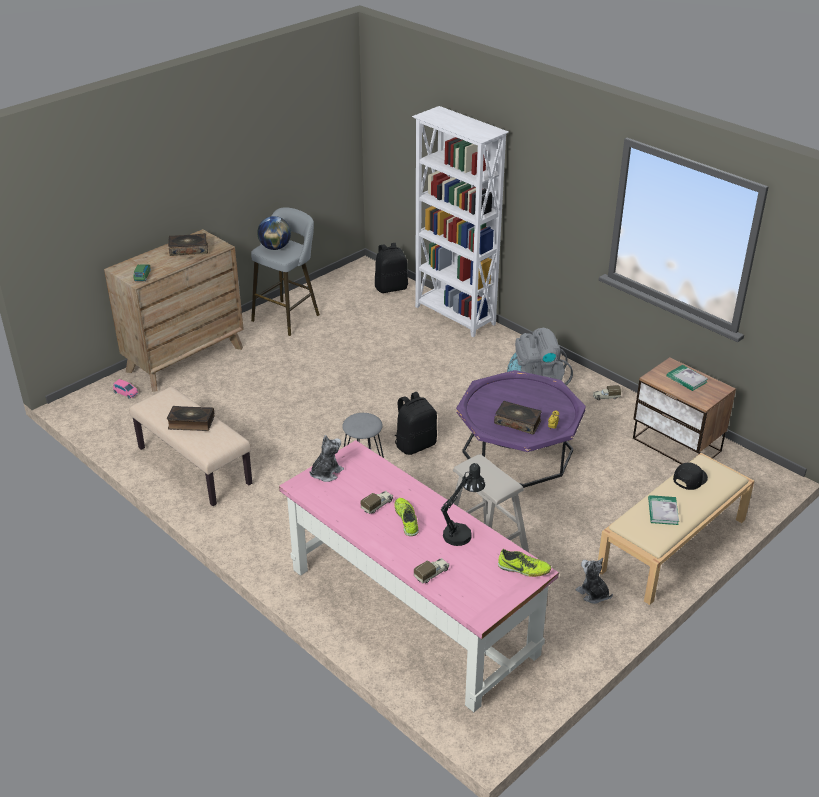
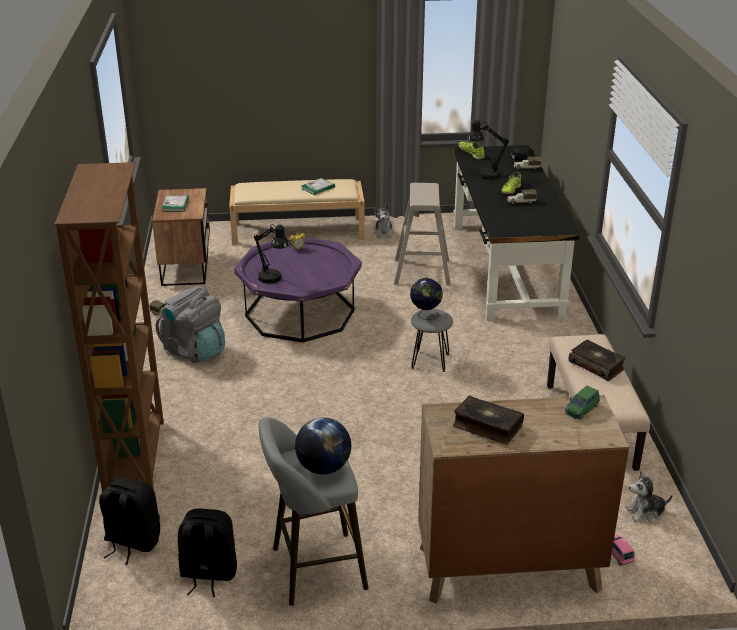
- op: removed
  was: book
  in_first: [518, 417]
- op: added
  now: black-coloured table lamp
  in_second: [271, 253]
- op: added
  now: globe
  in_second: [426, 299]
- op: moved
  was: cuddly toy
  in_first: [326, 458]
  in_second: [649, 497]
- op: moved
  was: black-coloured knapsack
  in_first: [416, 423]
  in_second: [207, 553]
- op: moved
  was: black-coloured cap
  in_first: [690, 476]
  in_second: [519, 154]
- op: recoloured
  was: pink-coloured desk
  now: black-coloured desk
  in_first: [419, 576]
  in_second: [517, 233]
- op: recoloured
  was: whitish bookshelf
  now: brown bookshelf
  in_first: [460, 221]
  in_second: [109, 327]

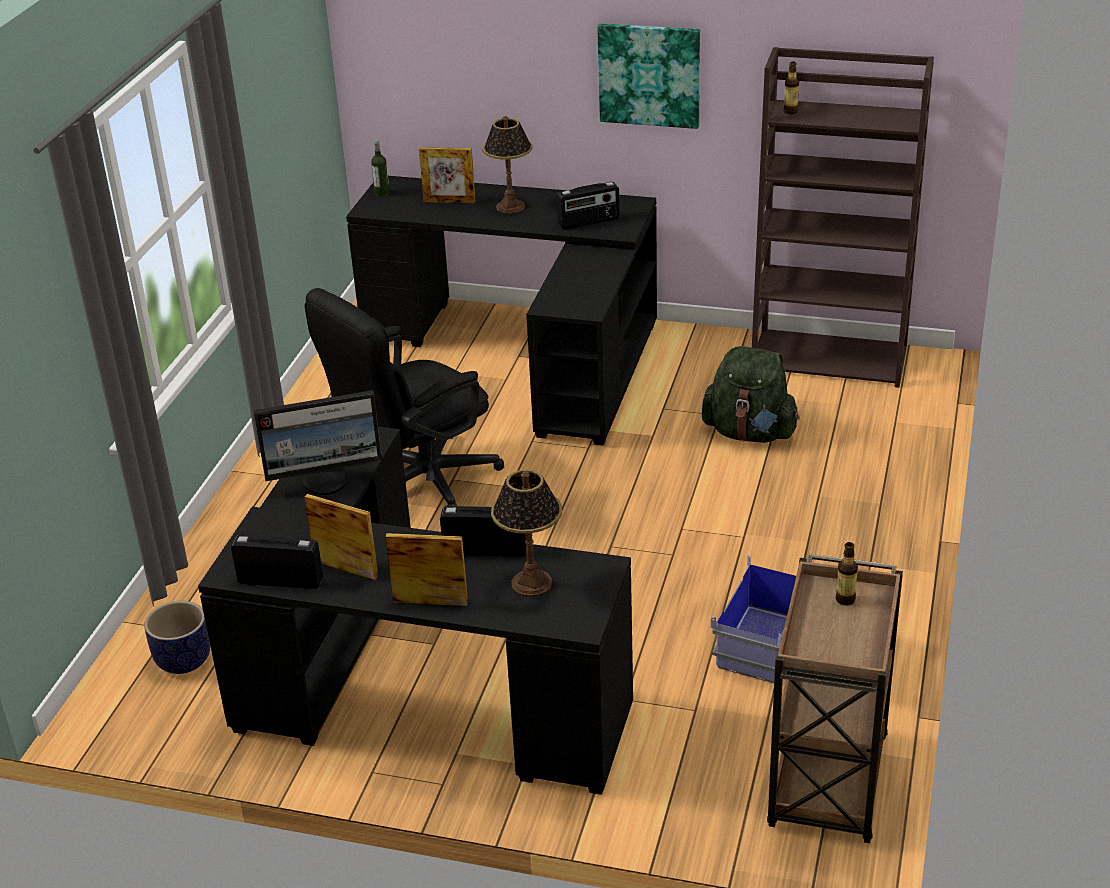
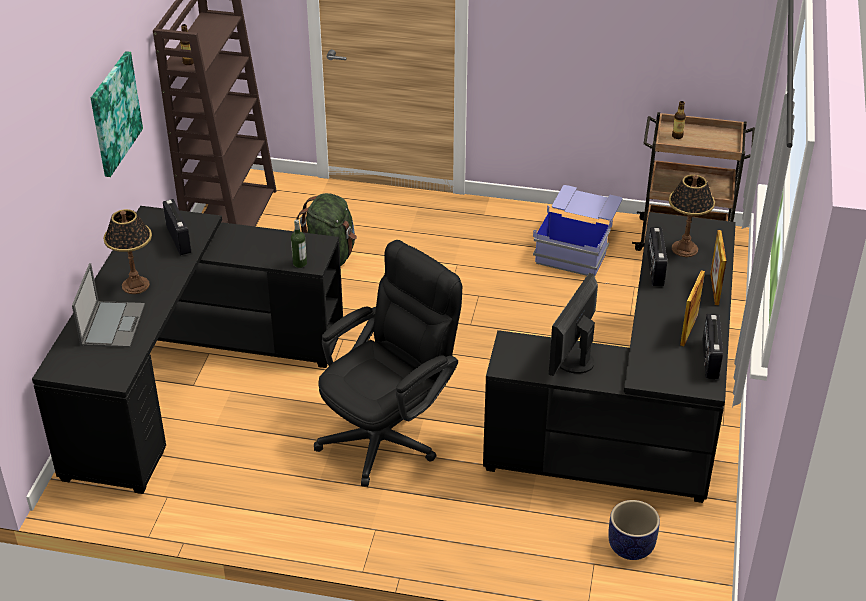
- op: moved
  was: bottle
  in_first: [380, 168]
  in_second: [299, 243]
- op: replaced
  was: standing frame
  now: portable computer
  in_first: [447, 175]
  in_second: [108, 305]
- op: turned
  was: computer screen
  in_first: [317, 442]
  in_second: [573, 324]
  clockwise: -135
- op: turned
  was: black-coloured computer chair
  in_first: [404, 397]
  in_second: [388, 363]
  clockwise: -90

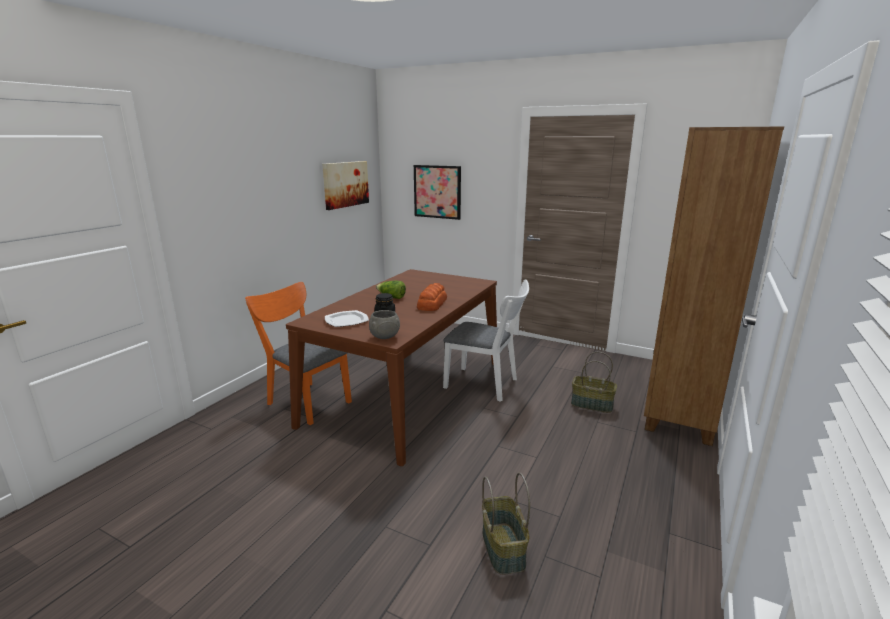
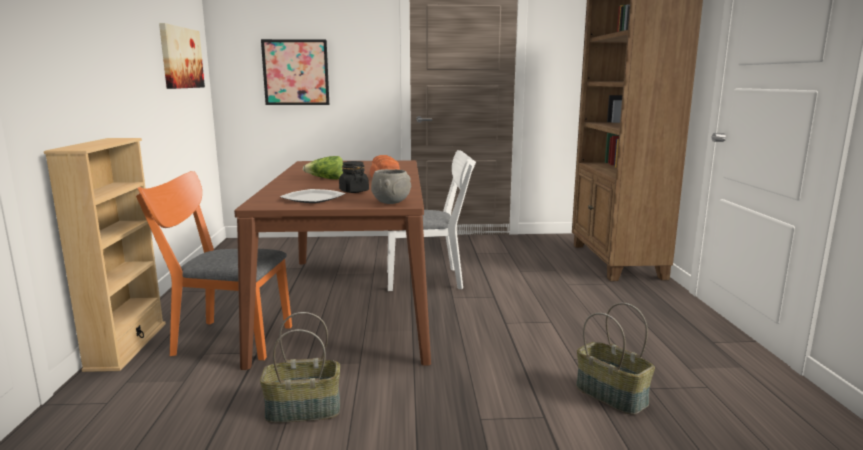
- op: added
  now: beige-coloured bookshelf
  in_second: [105, 255]
- op: moved
  was: storage basket
  in_first: [594, 382]
  in_second: [300, 367]

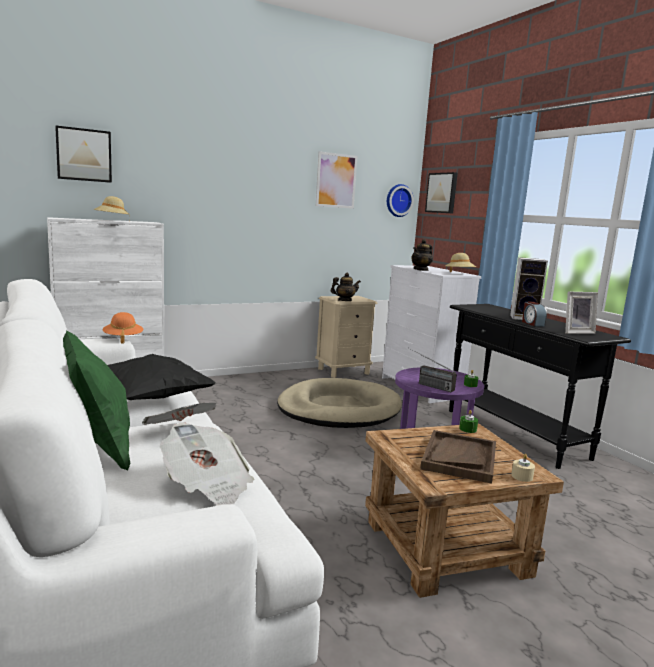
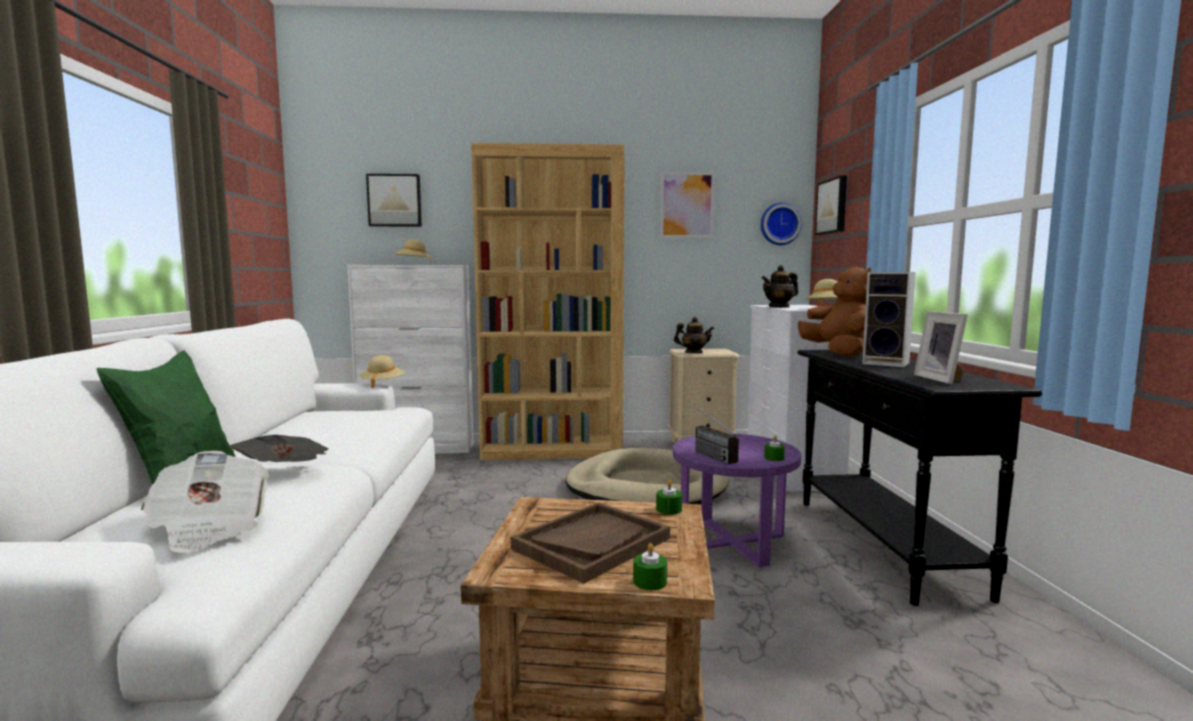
- op: removed
  was: black-coloured throw pillow
  in_first: [161, 377]
- op: removed
  was: alarm clock
  in_first: [534, 314]
- op: added
  now: brown bookshelf
  in_second: [548, 301]
- op: added
  now: brown cuddly toy
  in_second: [834, 311]
- op: recoloured
  was: orange-coloured wearable hat
  now: beige-coloured wearable hat
  in_first: [123, 328]
  in_second: [382, 371]
- op: recoloured
  was: beige-coloured wax candle
  now: green-coloured wax candle
  in_first: [523, 468]
  in_second: [650, 566]
- op: turned
  was: standing frame
  in_first: [581, 312]
  in_second: [941, 347]
  clockwise: 75

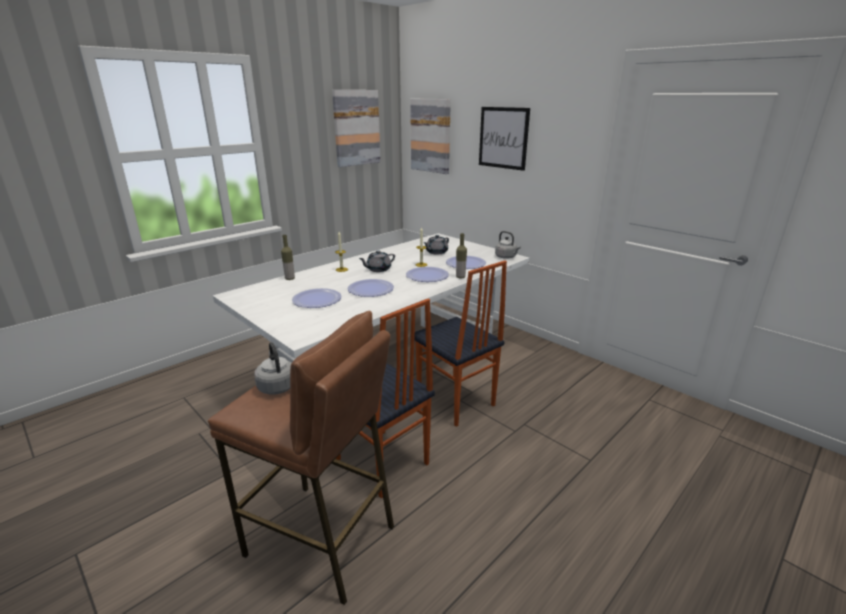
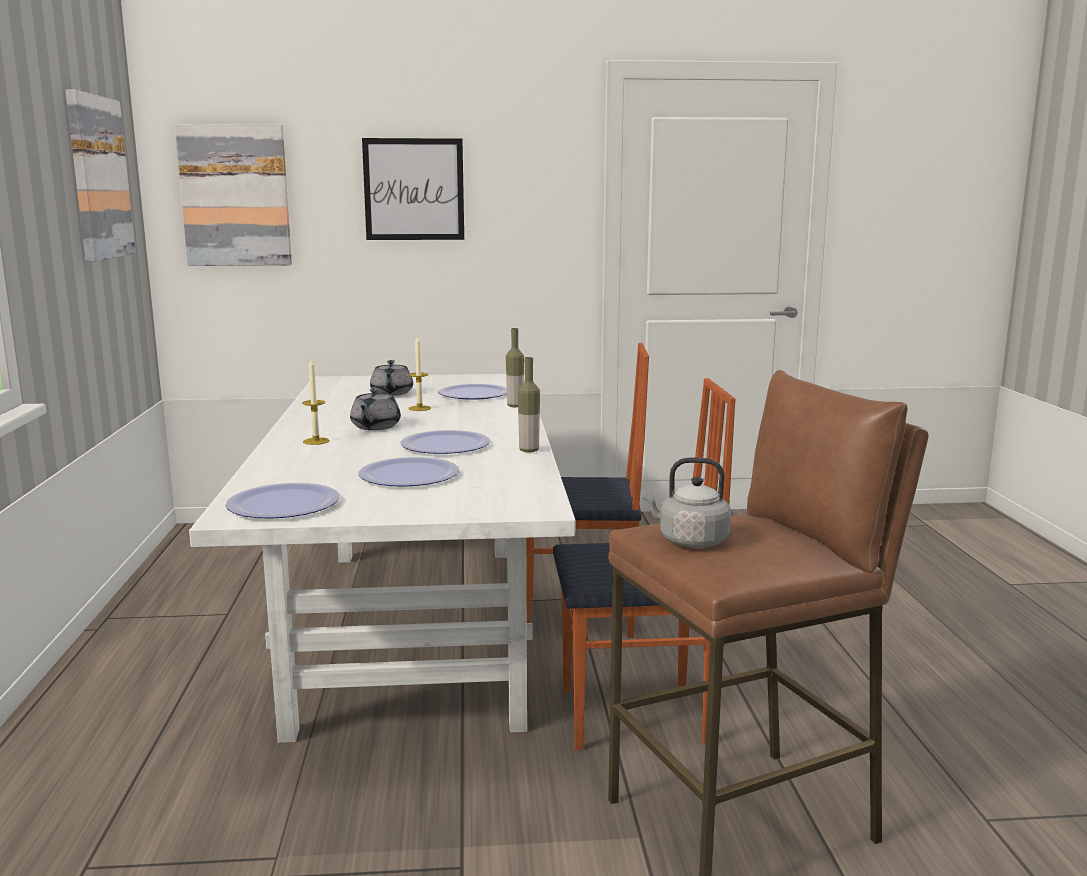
- op: removed
  was: grey kettle
  in_first: [508, 245]
- op: moved
  was: bottle
  in_first: [288, 257]
  in_second: [529, 404]
- op: moved
  was: flat dish
  in_first: [427, 274]
  in_second: [282, 501]

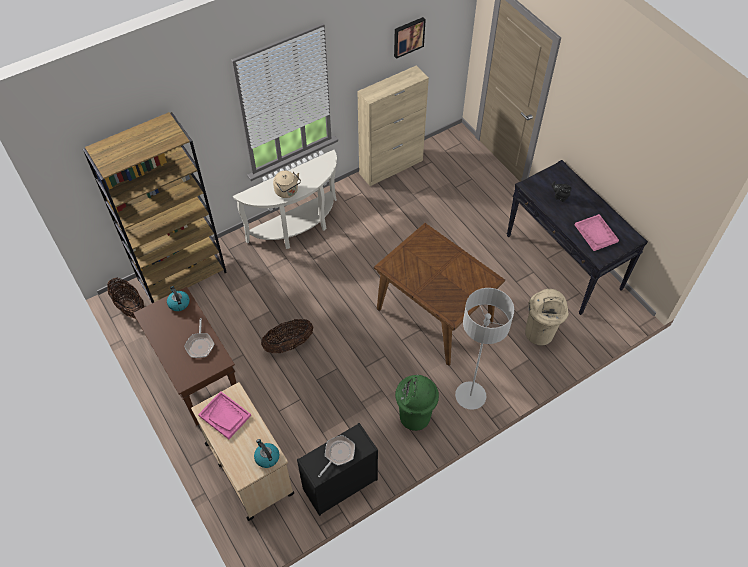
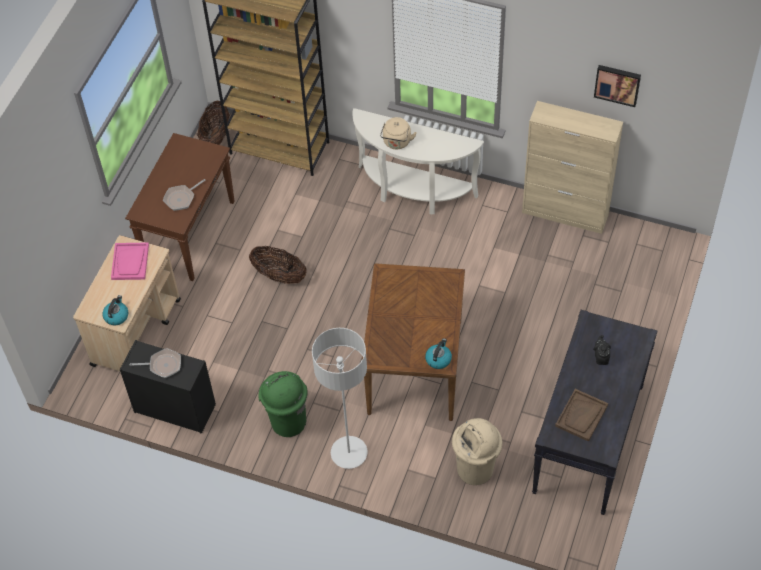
- op: moved
  was: kettle
  in_first: [178, 298]
  in_second: [438, 353]
- op: recoloured
  was: pink-coloured serving tray
  now: brown serving tray
  in_first: [597, 232]
  in_second: [581, 415]

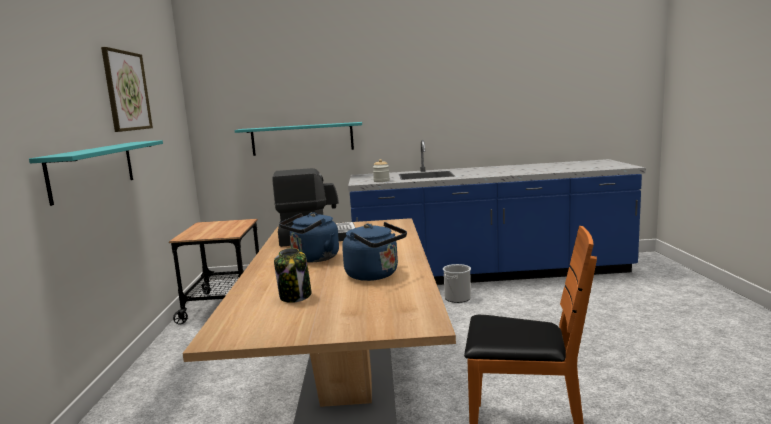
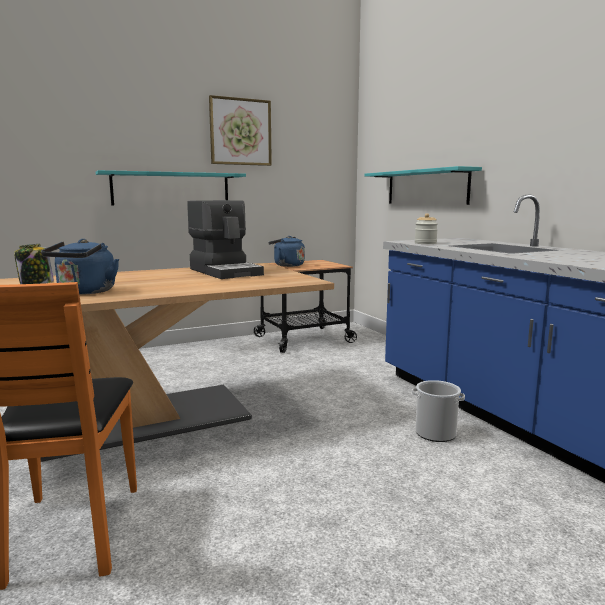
- op: moved
  was: blue-coloured kettle
  in_first: [309, 237]
  in_second: [286, 251]

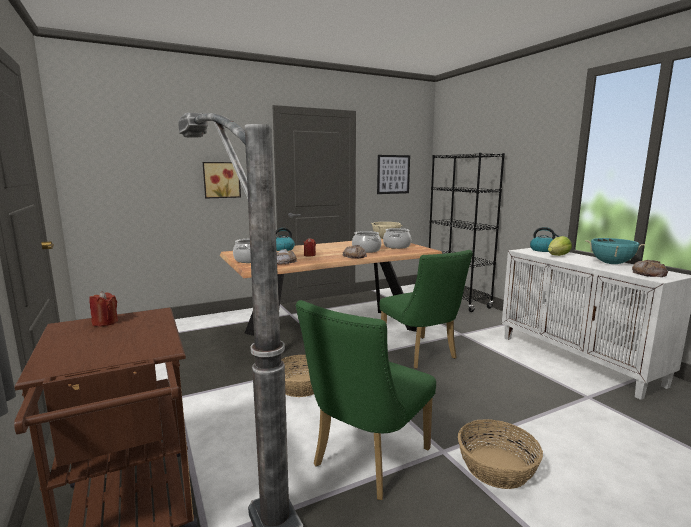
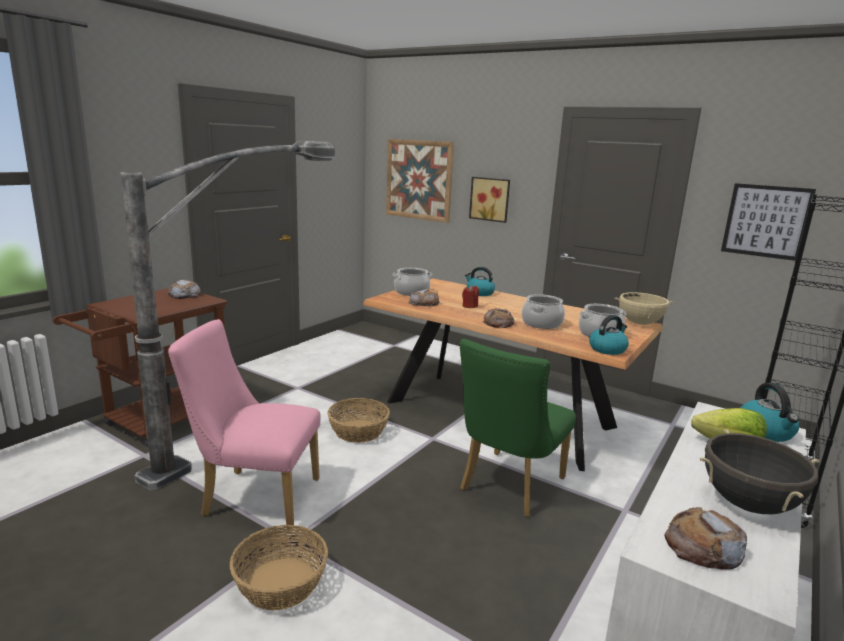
- op: added
  now: wall art
  in_second: [420, 181]
- op: added
  now: kettle
  in_second: [609, 335]
- op: replaced
  was: red wax candle
  now: bread
  in_first: [103, 308]
  in_second: [184, 289]
- op: recoloured
  was: green-coloured plain chair
  now: pink-coloured plain chair
  in_first: [366, 400]
  in_second: [244, 424]
- op: recoloured
  was: turquoise-coloured stockpot
  now: black-coloured stockpot
  in_first: [615, 251]
  in_second: [759, 471]

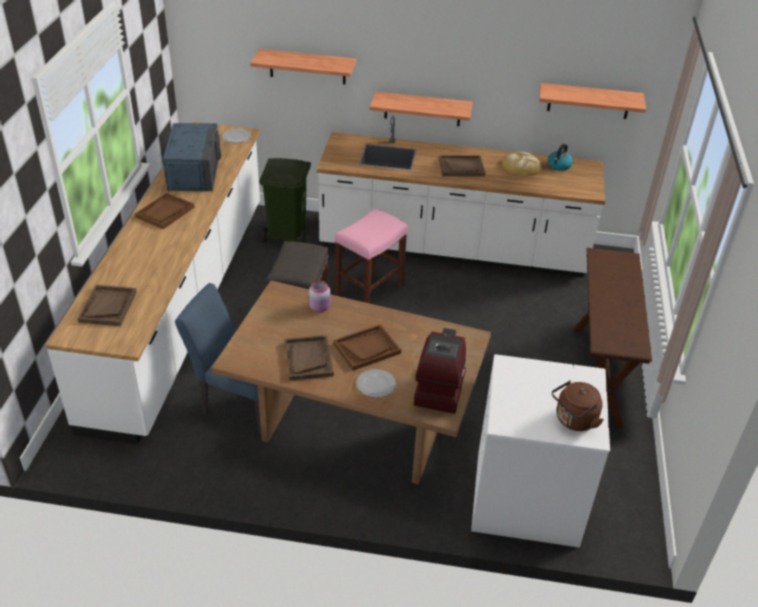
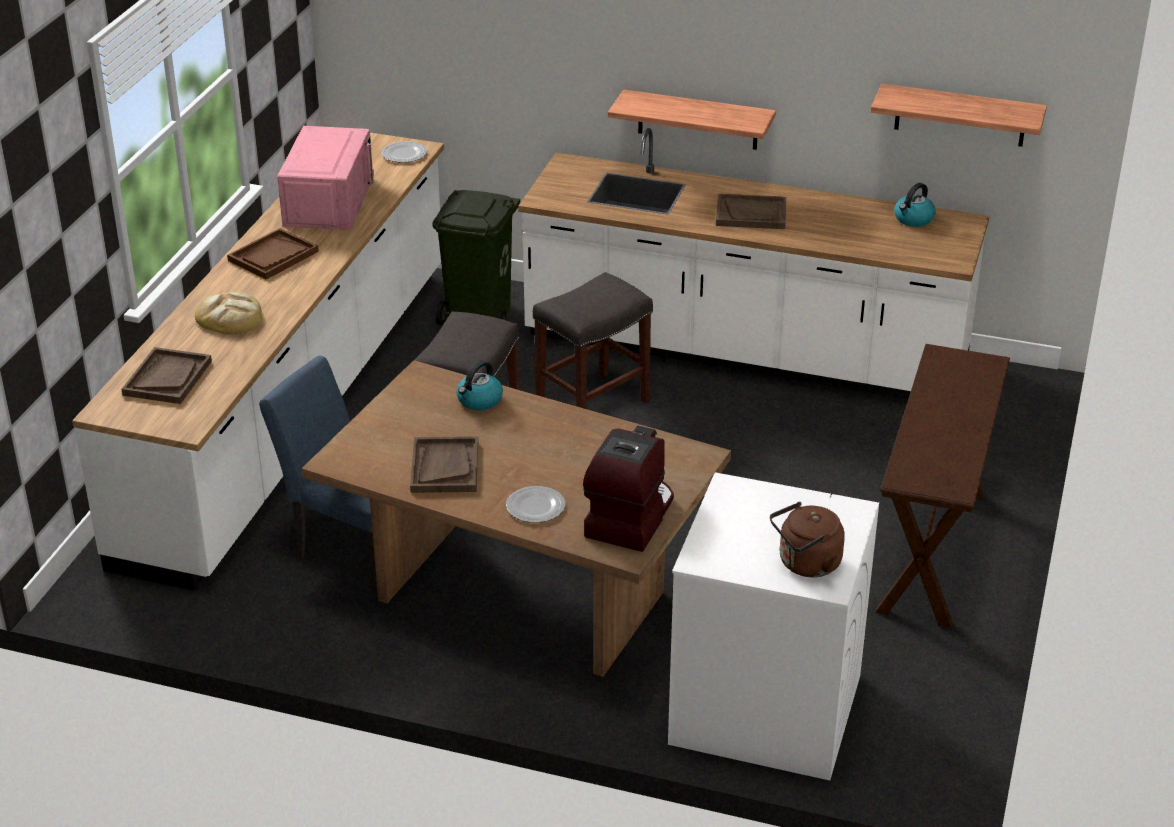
- op: removed
  was: bracket shelf
  in_first: [303, 66]
- op: removed
  was: brown serving tray
  in_first: [367, 347]
- op: moved
  was: bread
  in_first: [522, 163]
  in_second: [228, 313]
- op: replaced
  was: pink-coloured storage jar
  now: kettle
  in_first: [320, 296]
  in_second: [479, 386]
- op: recoloured
  was: blue-coloured microwave oven
  now: pink-coloured microwave oven
  in_first: [192, 157]
  in_second: [325, 178]
- op: recoloured
  was: pink-coloured stool seat
  now: grey stool seat
  in_first: [371, 256]
  in_second: [593, 340]

